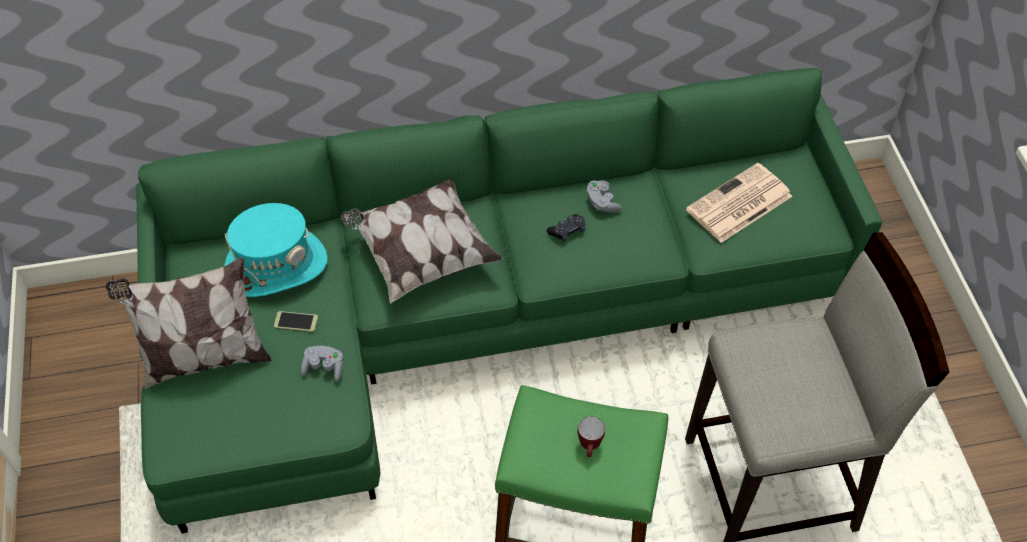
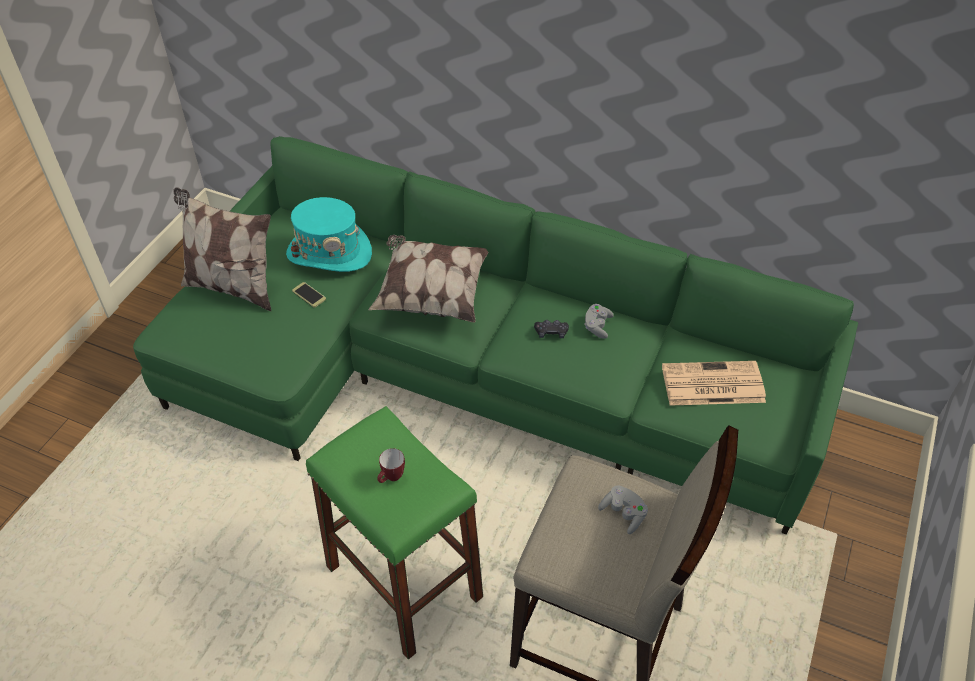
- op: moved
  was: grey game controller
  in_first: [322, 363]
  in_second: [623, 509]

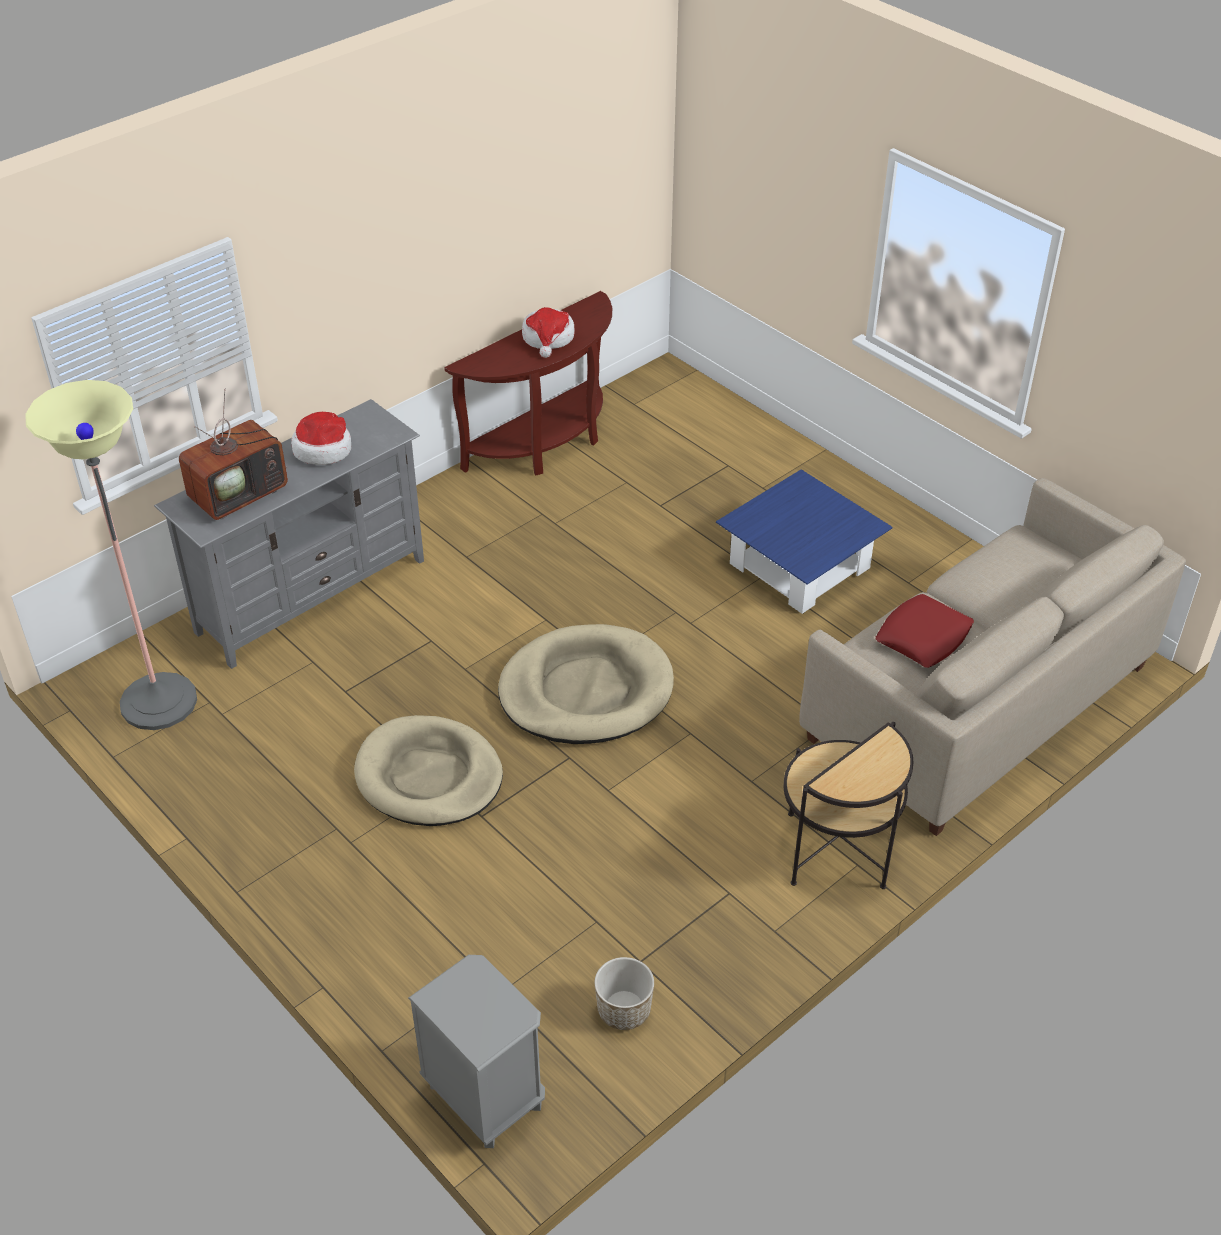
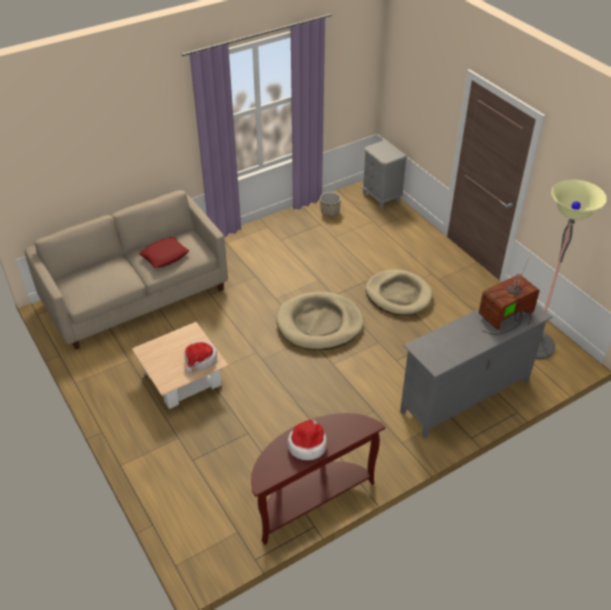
- op: removed
  was: accent table
  in_first: [849, 805]
- op: moved
  was: wearable hat
  in_first: [321, 438]
  in_second: [201, 357]
- op: recoloured
  was: blue-coloured low table
  now: beige-coloured low table
  in_first: [804, 541]
  in_second: [180, 365]

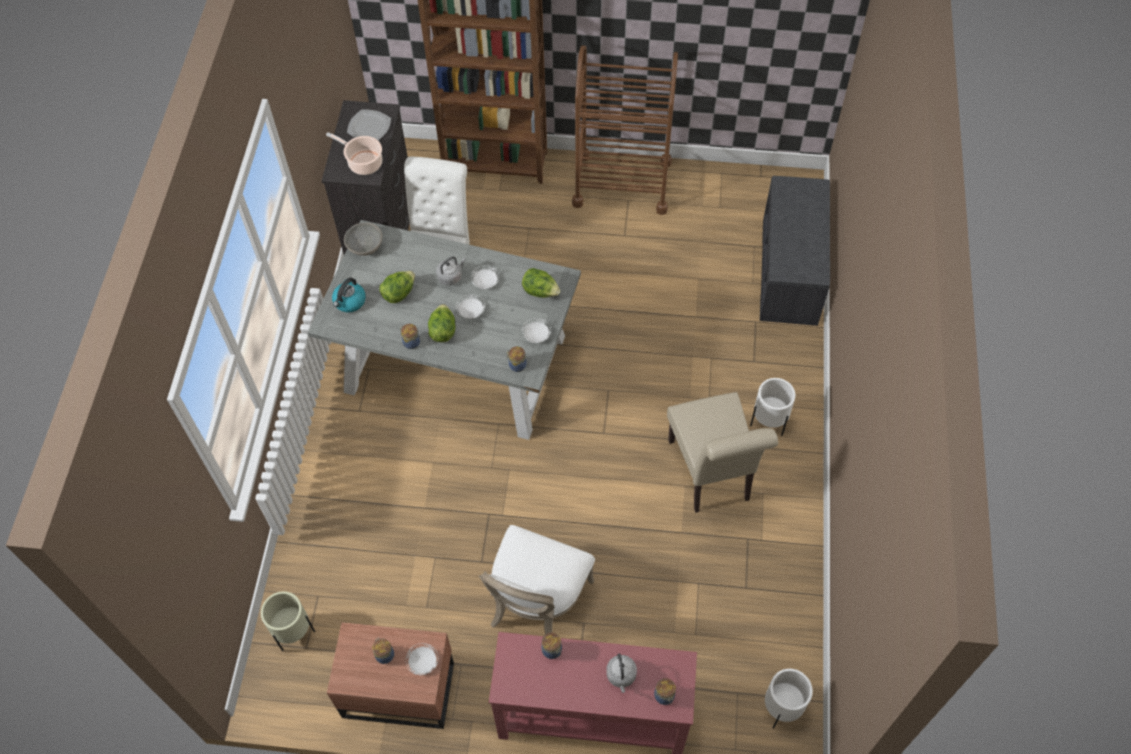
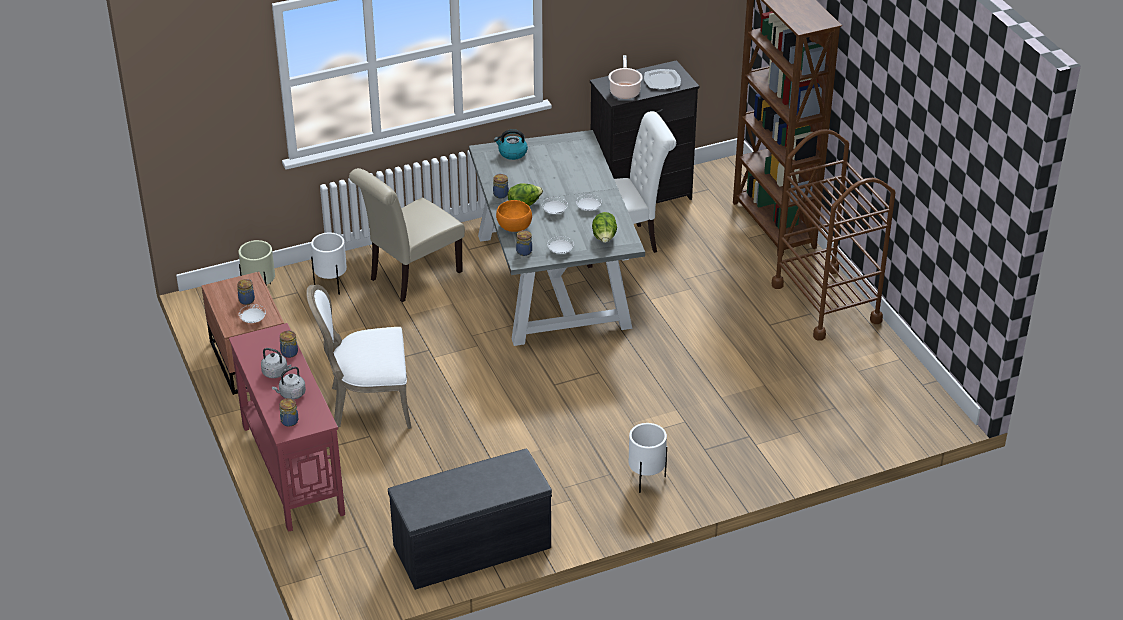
- op: removed
  was: grey serving bowl
  in_first: [363, 239]
- op: removed
  was: lettuce
  in_first: [397, 287]
- op: added
  now: orange-coloured serving bowl
  in_second: [514, 216]
- op: moved
  was: grey kettle
  in_first: [451, 271]
  in_second: [276, 363]
- op: moved
  was: beige-coloured plain chair
  in_first: [722, 452]
  in_second: [407, 235]
- op: moved
  was: grey indoor bench
  in_first: [795, 251]
  in_second: [470, 519]
- op: moved
  was: whitish planter
  in_first: [789, 698]
  in_second: [329, 263]

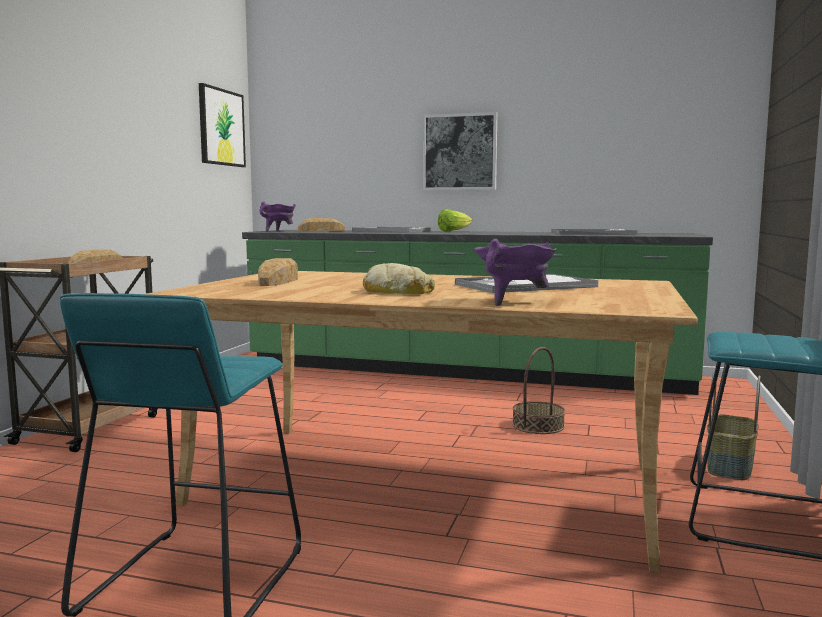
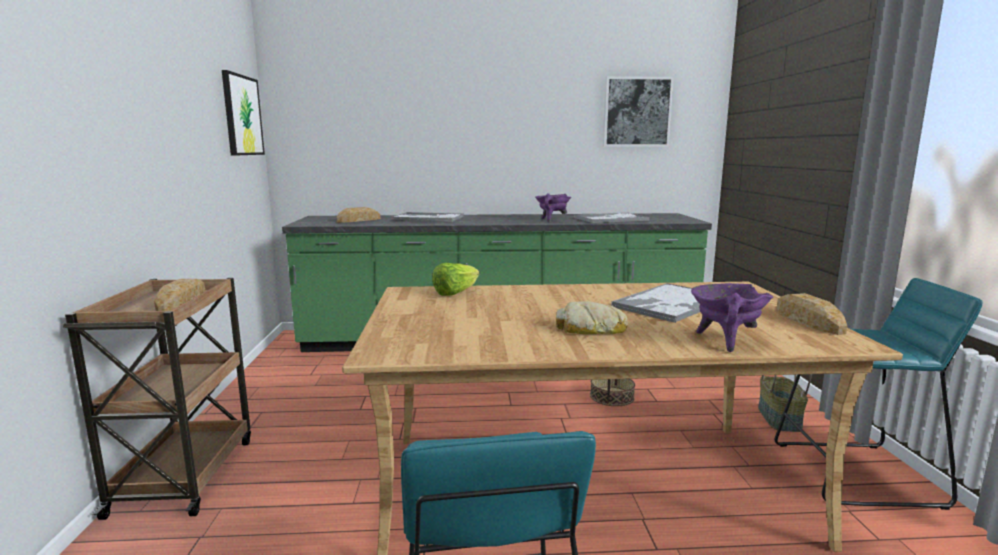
- op: moved
  was: bread
  in_first: [278, 272]
  in_second: [811, 314]
- op: moved
  was: purple stockpot
  in_first: [277, 216]
  in_second: [553, 207]
- op: moved
  was: wall art
  in_first: [460, 151]
  in_second: [638, 111]
- op: moved
  was: lettuce
  in_first: [455, 220]
  in_second: [455, 279]

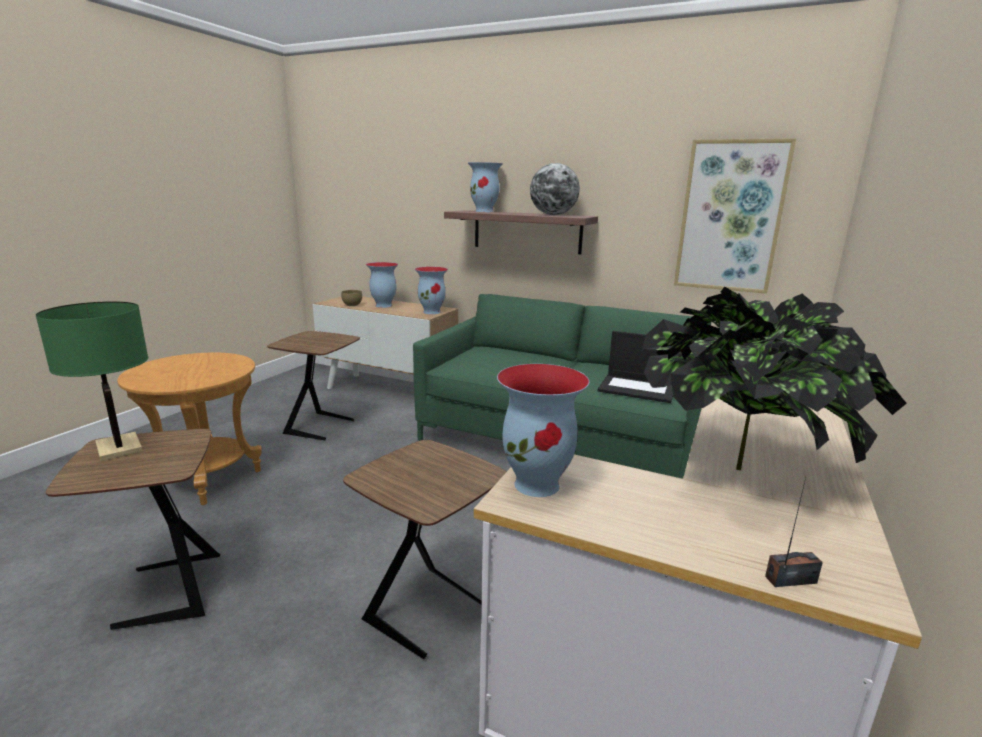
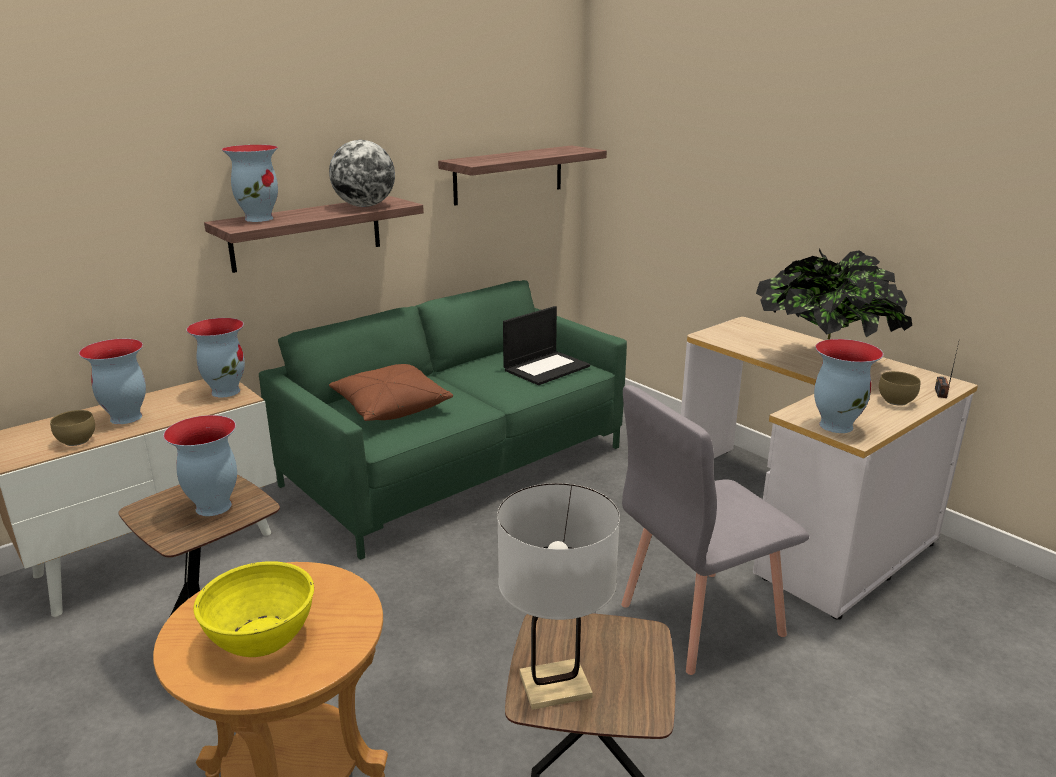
- op: added
  now: vase
  in_second: [200, 465]
- op: added
  now: yellow serving bowl
  in_second: [254, 609]
- op: added
  now: brown throw pillow
  in_second: [391, 392]
- op: added
  now: brown serving bowl
  in_second: [900, 388]
- op: replaced
  was: brown accent table
  now: grey plain chair
  in_first: [425, 549]
  in_second: [715, 530]
- op: replaced
  was: wall art
  now: bracket shelf
  in_first: [735, 216]
  in_second: [522, 175]
- op: recoloured
  was: green-coloured table lamp
  now: whitish table lamp
  in_first: [92, 381]
  in_second: [558, 596]

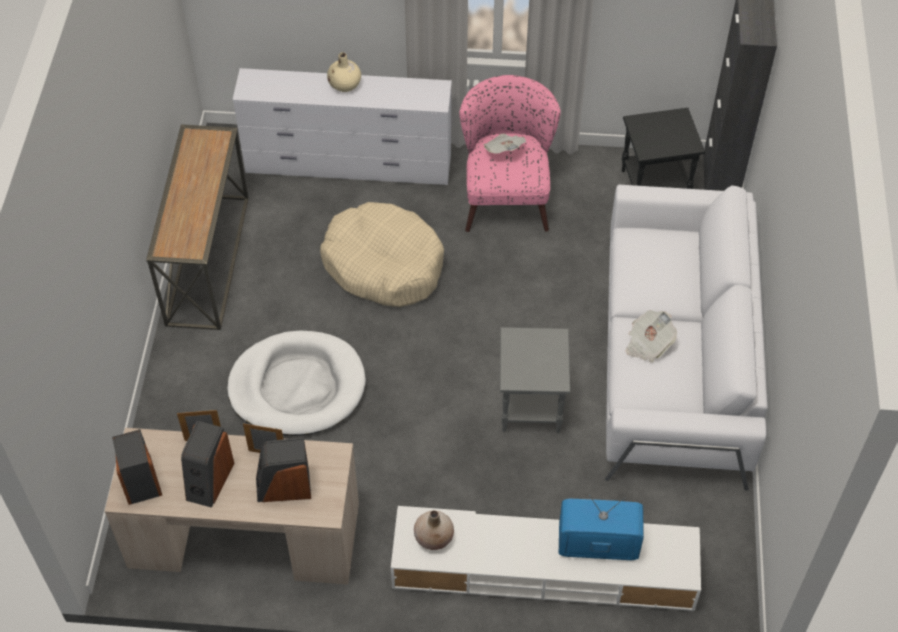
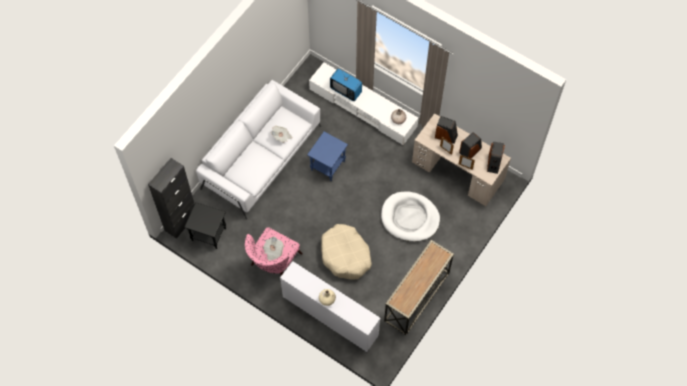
- op: recoloured
  was: grey accent table
  now: blue-coloured accent table
  in_first: [535, 380]
  in_second: [327, 156]

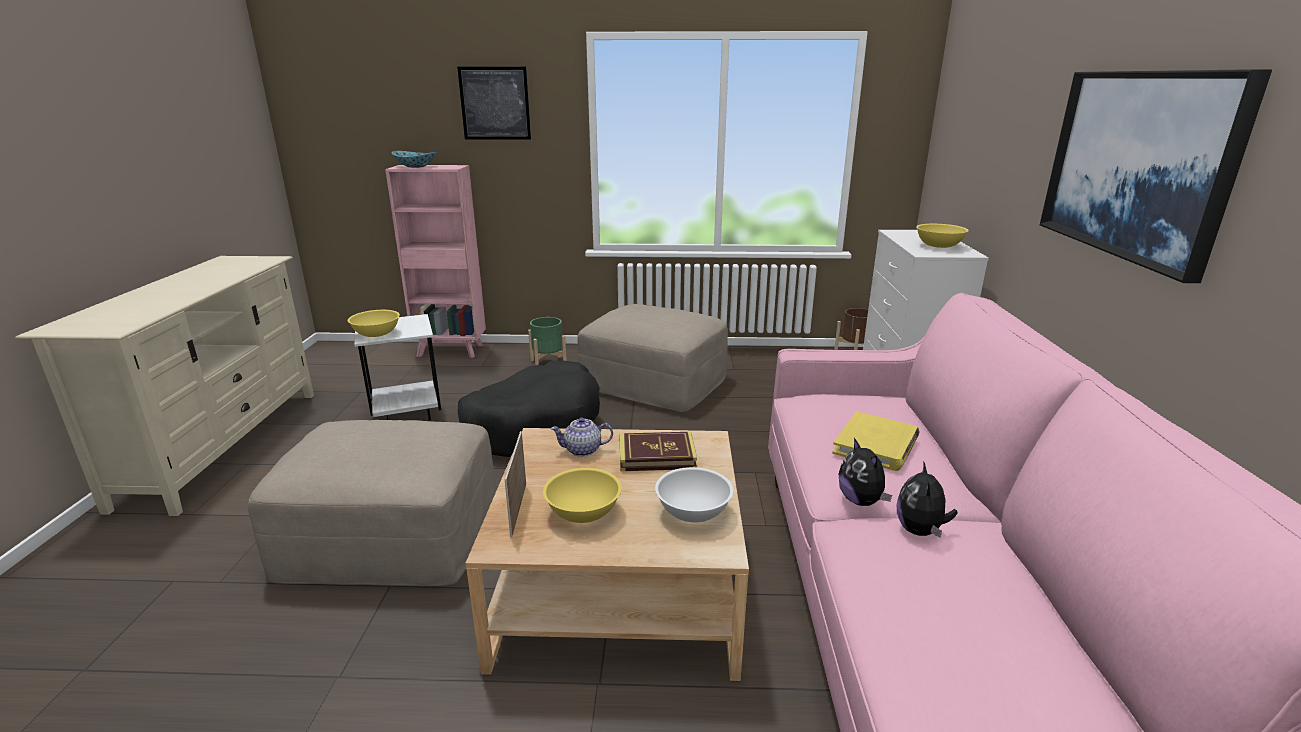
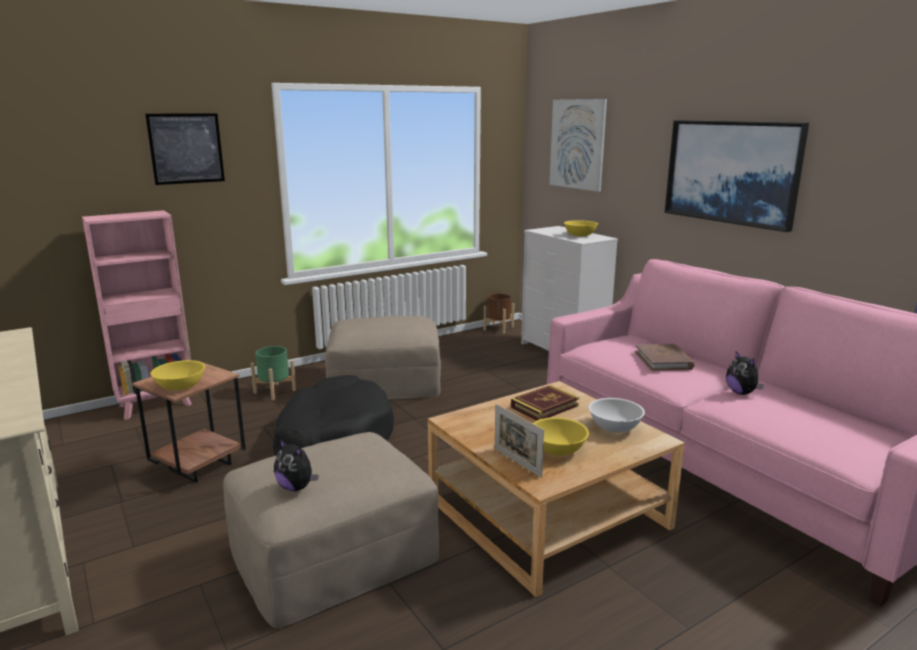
- op: removed
  was: serving bowl
  in_first: [414, 159]
- op: removed
  was: tea pot
  in_first: [581, 437]
- op: added
  now: wall art
  in_second: [578, 145]
- op: moved
  was: cuddly toy
  in_first: [865, 472]
  in_second: [296, 464]
- op: recoloured
  was: whitish accent table
  now: brown accent table
  in_first: [397, 367]
  in_second: [189, 421]
- op: recoloured
  was: yellow book
  now: brown book
  in_first: [876, 441]
  in_second: [665, 357]

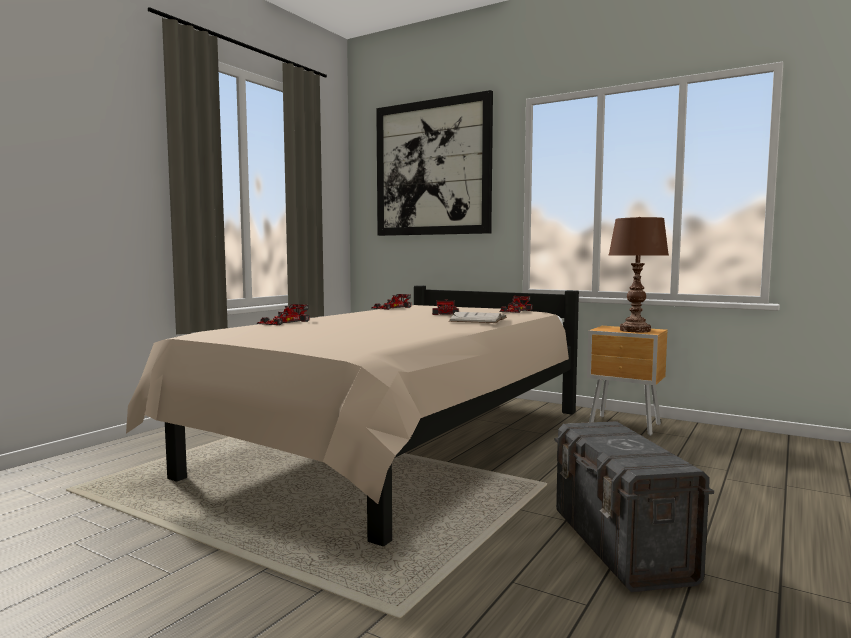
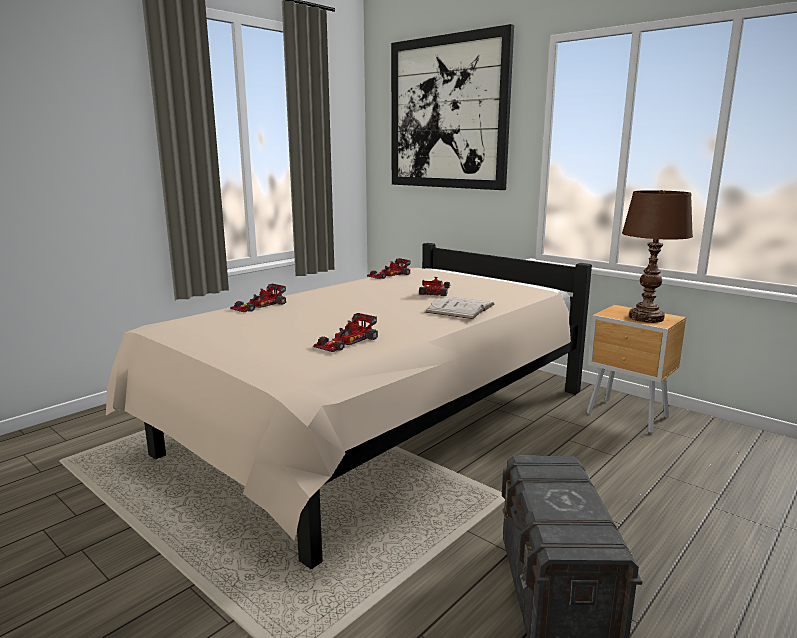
- op: moved
  was: toy car
  in_first: [516, 304]
  in_second: [345, 332]

